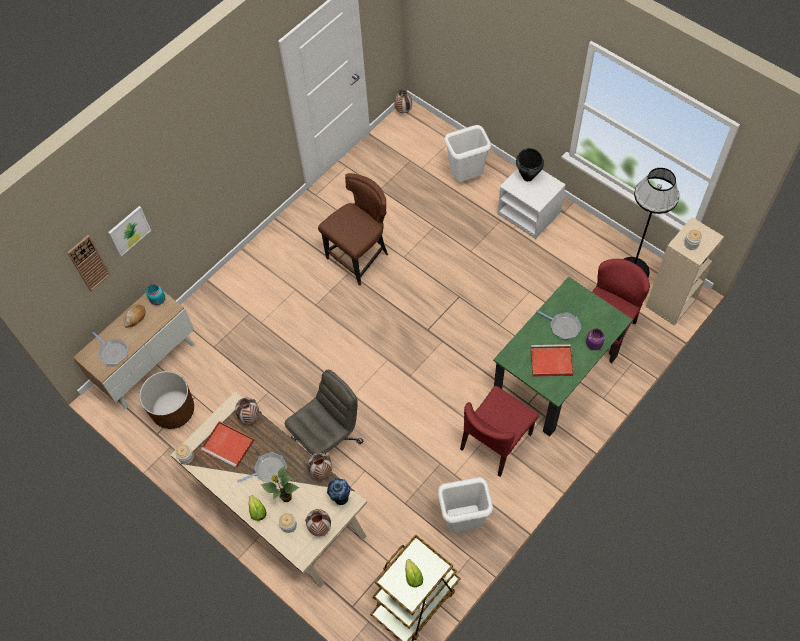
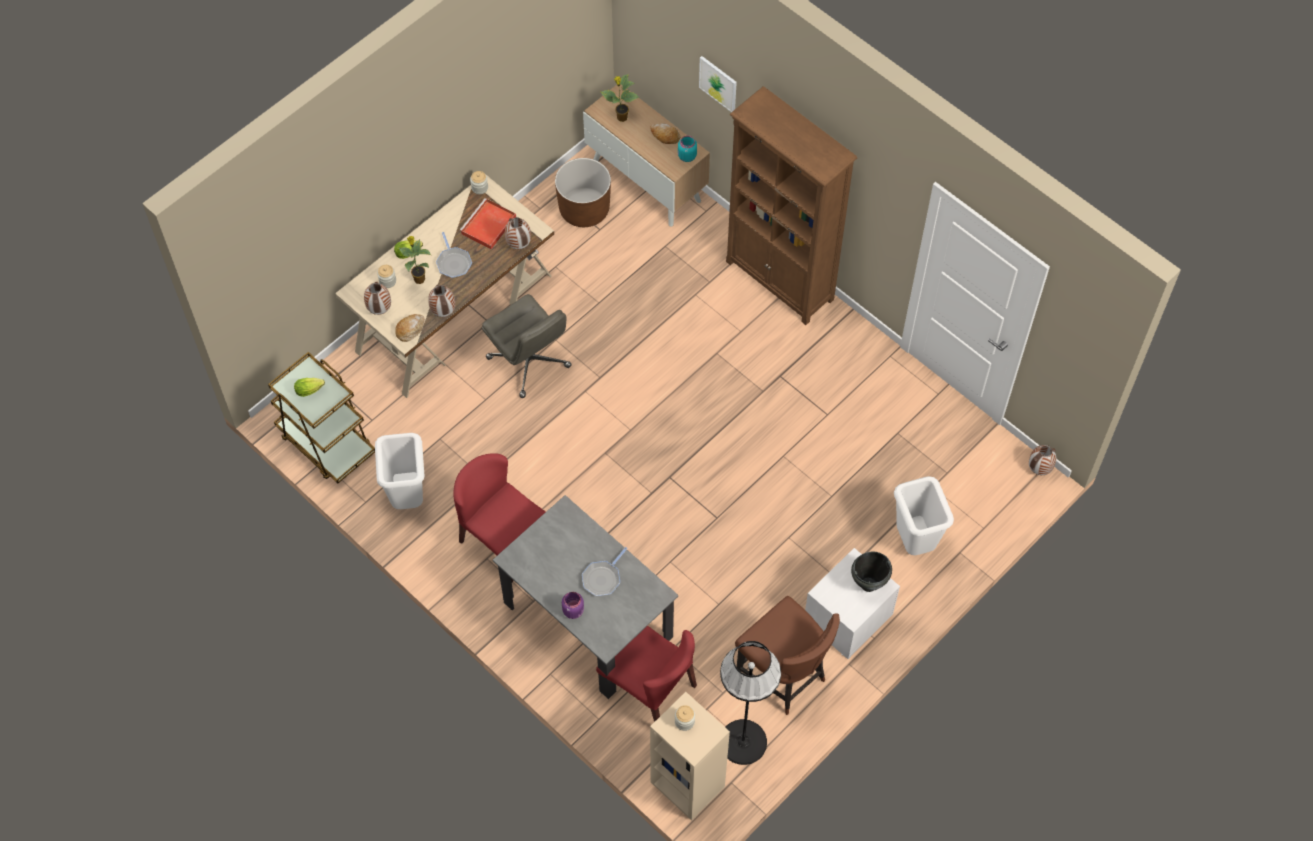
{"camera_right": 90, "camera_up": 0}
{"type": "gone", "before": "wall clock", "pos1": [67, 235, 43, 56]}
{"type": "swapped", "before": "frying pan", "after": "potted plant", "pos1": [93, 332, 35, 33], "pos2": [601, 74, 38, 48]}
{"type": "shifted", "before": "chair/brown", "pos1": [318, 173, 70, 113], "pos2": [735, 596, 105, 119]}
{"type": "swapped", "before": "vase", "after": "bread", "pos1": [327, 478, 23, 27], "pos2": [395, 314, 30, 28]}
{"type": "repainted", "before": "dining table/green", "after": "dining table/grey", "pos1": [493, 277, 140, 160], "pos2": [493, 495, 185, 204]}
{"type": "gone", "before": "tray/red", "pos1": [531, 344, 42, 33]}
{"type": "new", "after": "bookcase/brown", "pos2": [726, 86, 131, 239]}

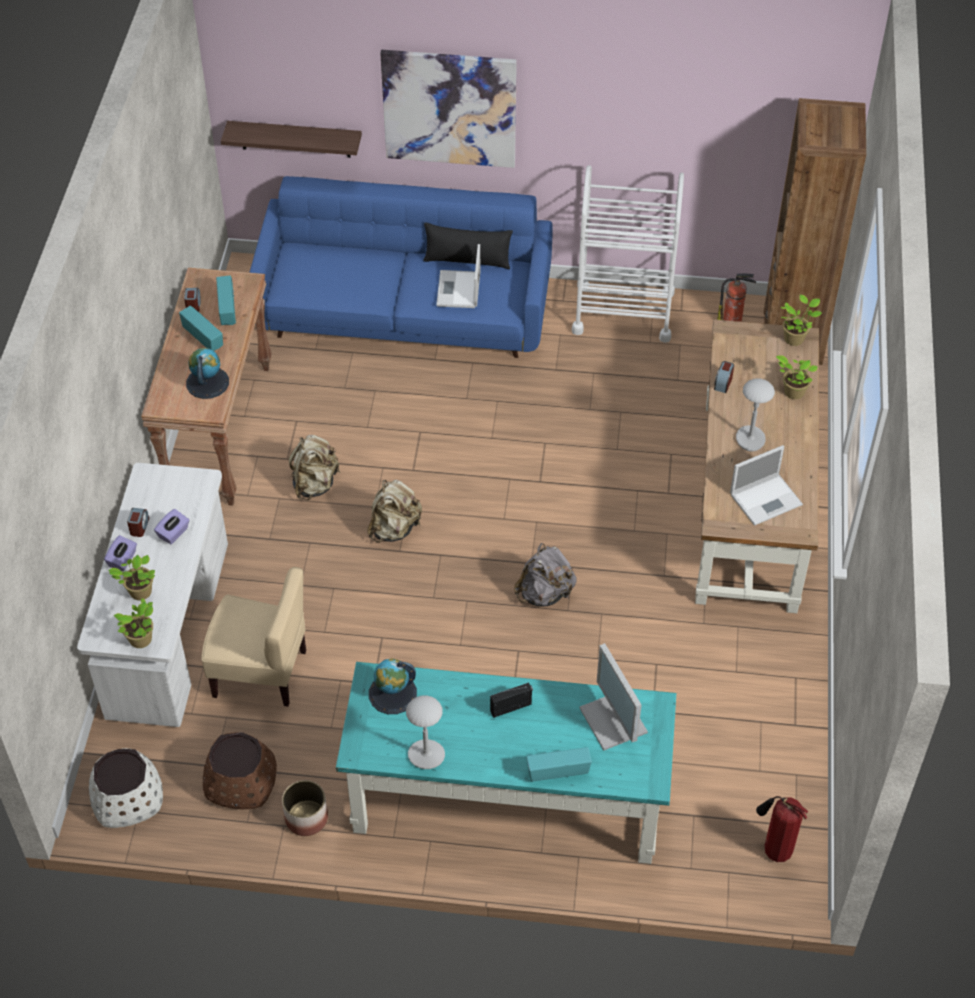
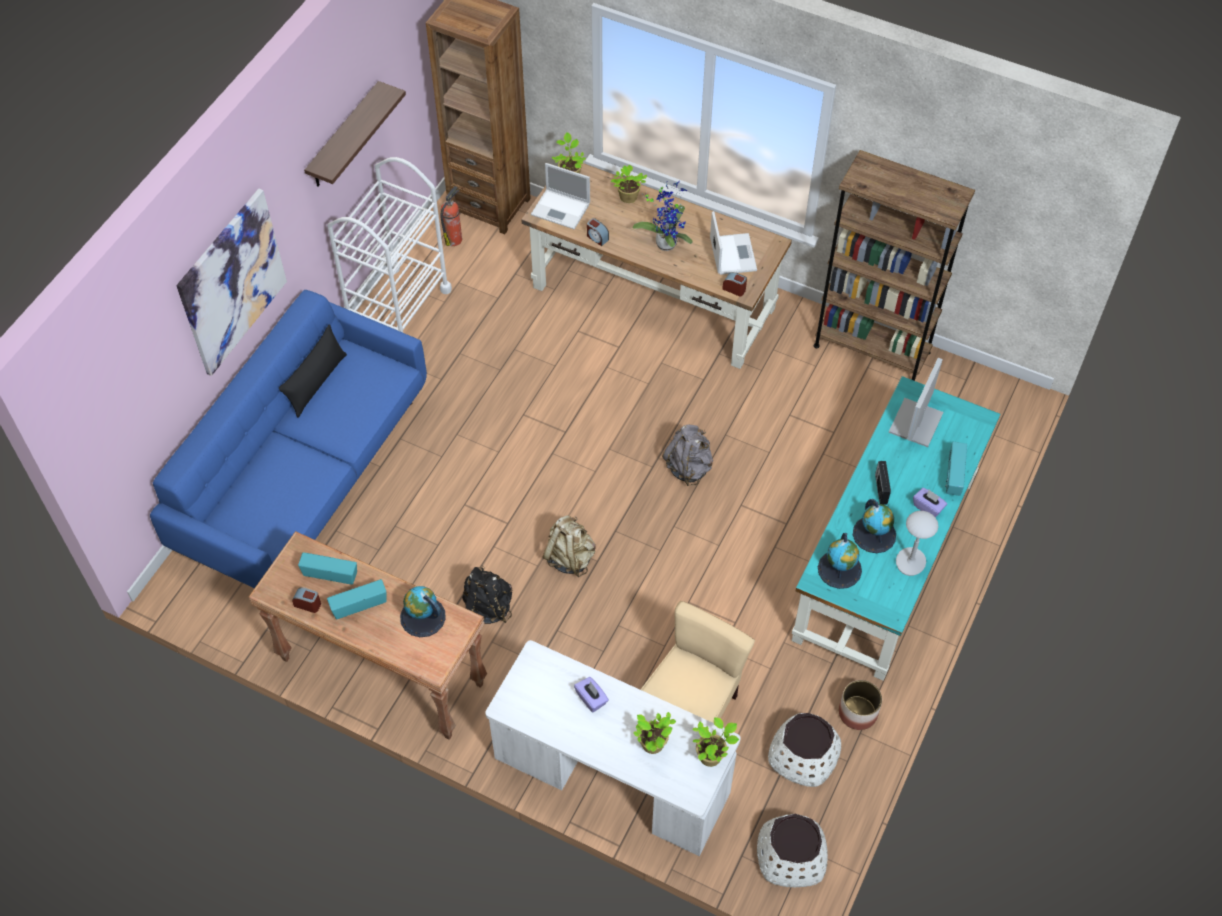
{"camera_right": -70, "camera_up": 5}
{"type": "shifted", "before": "tissue box/purple", "pos1": [104, 535, 33, 36], "pos2": [913, 488, 34, 30]}
{"type": "shifted", "before": "alarm clock", "pos1": [127, 508, 22, 29], "pos2": [722, 272, 25, 24]}
{"type": "repainted", "before": "planter/brown", "after": "planter/white", "pos1": [203, 732, 74, 77], "pos2": [768, 713, 73, 74]}
{"type": "shifted", "before": "shelf", "pos1": [221, 121, 141, 37], "pos2": [304, 81, 102, 106]}
{"type": "repainted", "before": "backpack/beige", "after": "backpack/black", "pos1": [289, 435, 51, 65], "pos2": [462, 565, 50, 59]}
{"type": "shifted", "before": "laptop", "pos1": [436, 244, 44, 64], "pos2": [531, 163, 59, 67]}
{"type": "rotated", "before": "monitor", "pos1": [579, 643, 69, 107], "pos2": [889, 358, 54, 89], "turn": 120}
{"type": "swapped", "before": "table lamp/grey", "after": "potted plant", "pos1": [736, 378, 39, 74], "pos2": [633, 181, 60, 70]}
{"type": "gone", "before": "fire extinguisher", "pos1": [756, 796, 53, 66]}
{"type": "new", "after": "bookcase/brown", "pos2": [814, 150, 161, 231]}
{"type": "new", "after": "globe", "pos2": [853, 499, 43, 54]}

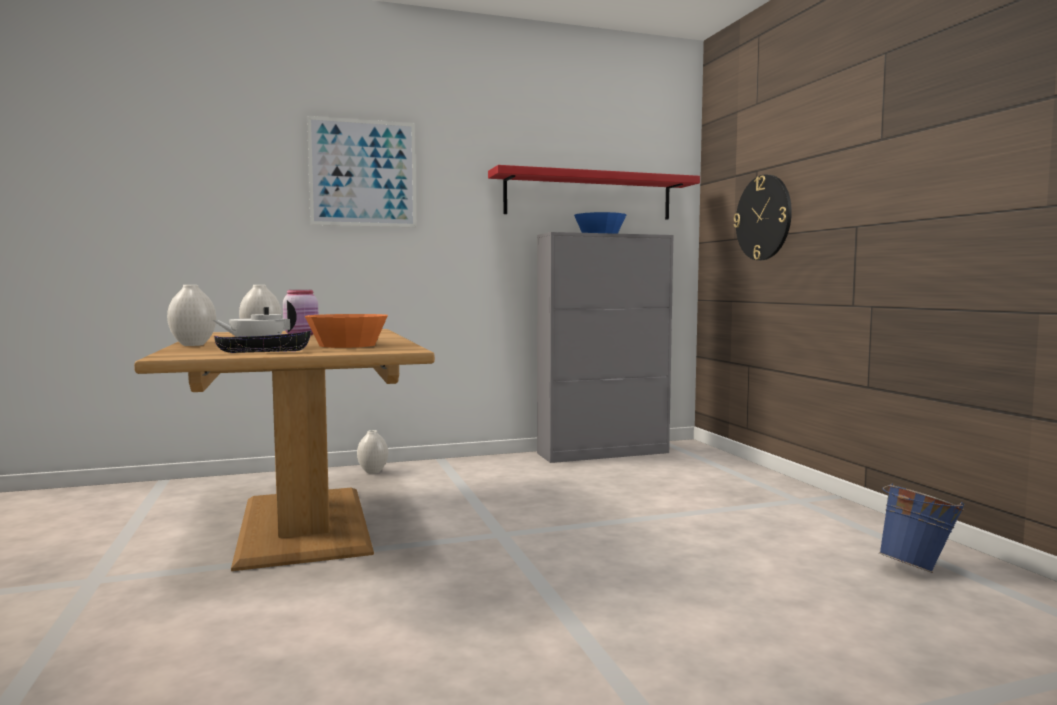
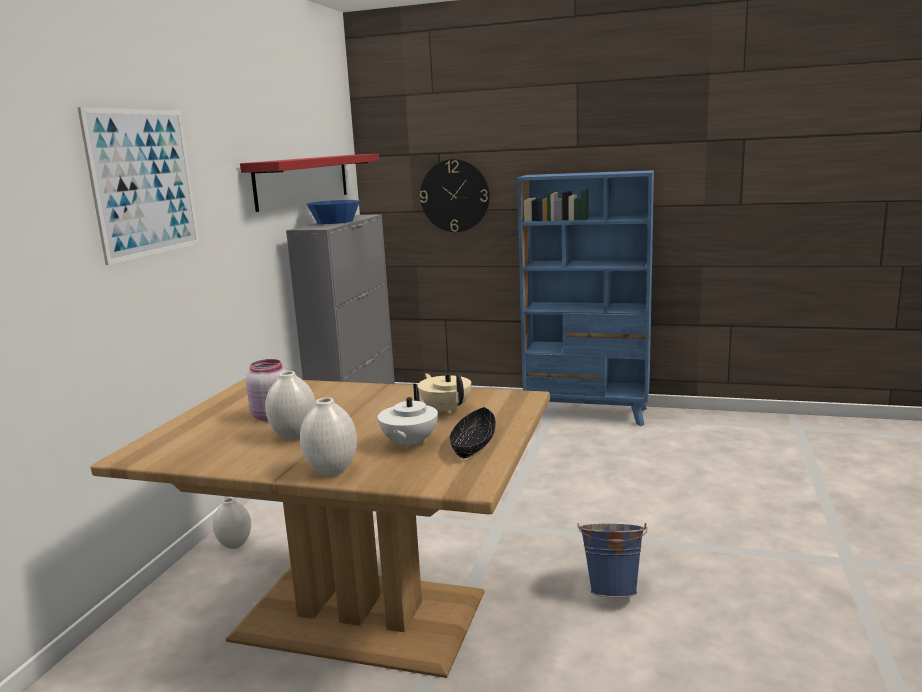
{"camera_right": -55, "camera_up": 10}
{"type": "swapped", "before": "bowl/orange", "after": "teapot/beige", "pos1": [305, 314, 83, 34], "pos2": [418, 372, 53, 42]}
{"type": "shifted", "before": "bucket/blue", "pos1": [879, 484, 85, 89], "pos2": [577, 523, 70, 75]}
{"type": "new", "after": "bookcase/blue", "pos2": [517, 170, 137, 256]}

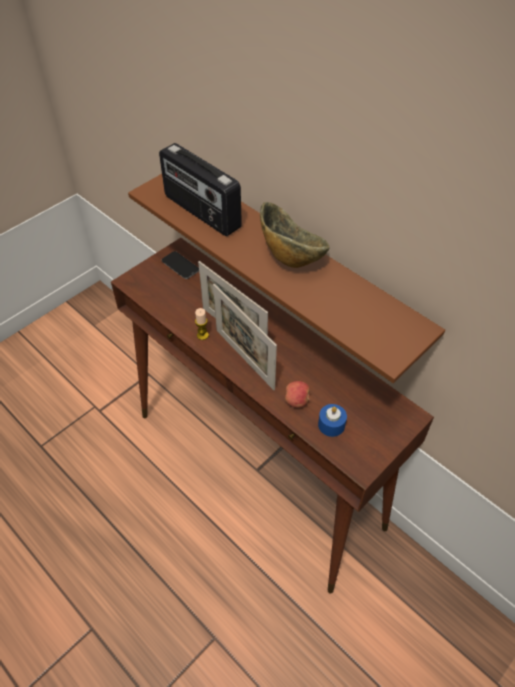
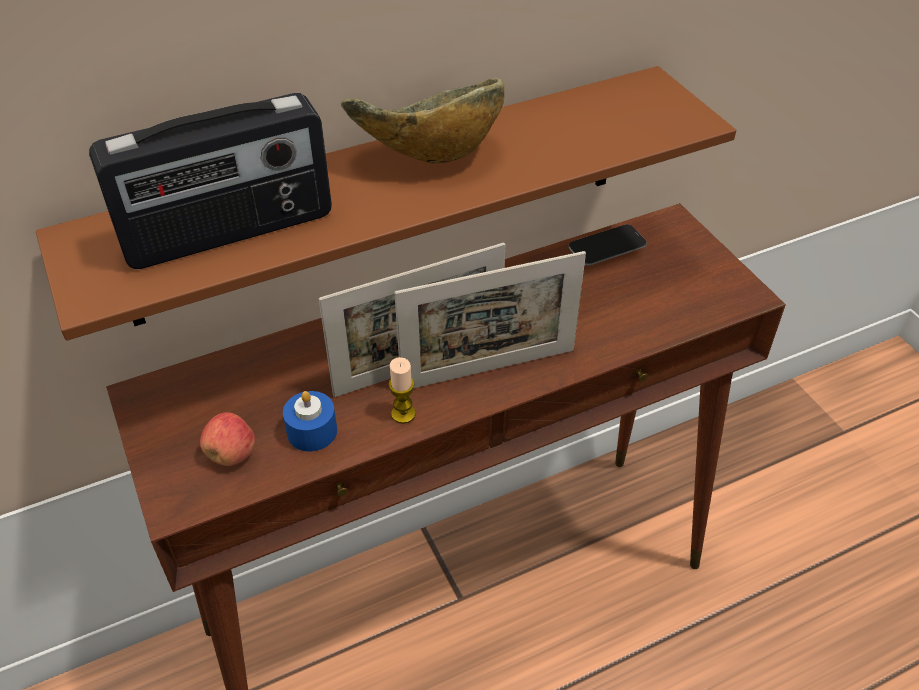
{"camera_right": -70, "camera_up": -5}
{"type": "shifted", "before": "phone", "pos1": [162, 251, 37, 28], "pos2": [568, 224, 79, 42]}
{"type": "shifted", "before": "apple", "pos1": [285, 381, 25, 27], "pos2": [200, 412, 55, 54]}
{"type": "shifted", "before": "candle/blue", "pos1": [318, 404, 29, 33], "pos2": [283, 391, 54, 60]}

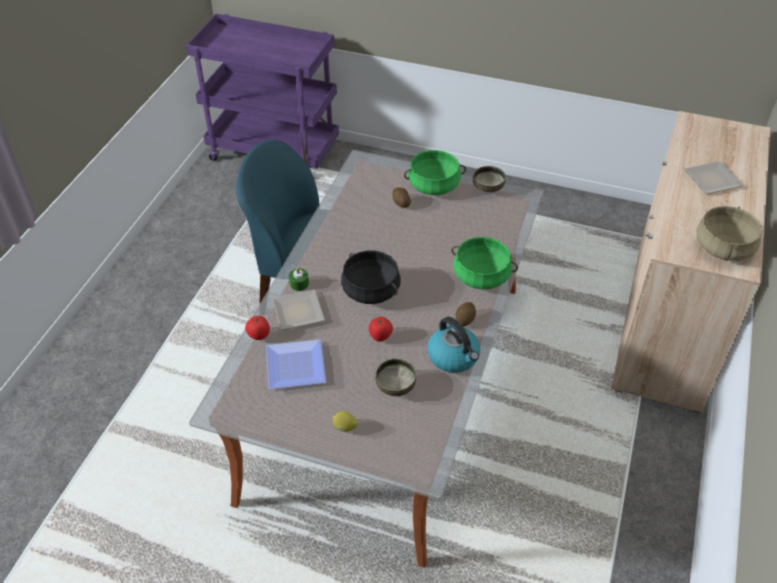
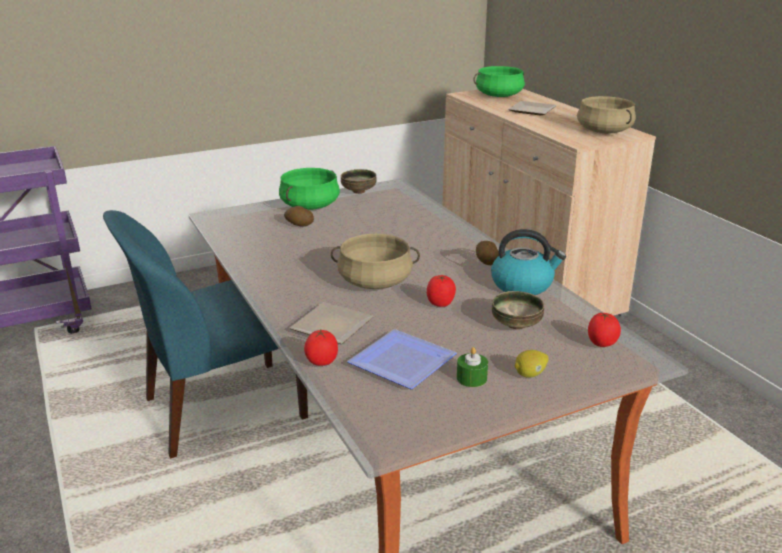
{"camera_right": -45, "camera_up": -20}
{"type": "shifted", "before": "candle/green", "pos1": [289, 268, 20, 23], "pos2": [457, 347, 31, 40]}
{"type": "repainted", "before": "cooking pot/black", "after": "cooking pot/beige", "pos1": [341, 250, 60, 54], "pos2": [331, 234, 89, 55]}
{"type": "shifted", "before": "cooking pot/green", "pos1": [451, 237, 67, 52], "pos2": [473, 66, 52, 31]}
{"type": "new", "after": "tomato", "pos2": [588, 312, 33, 35]}

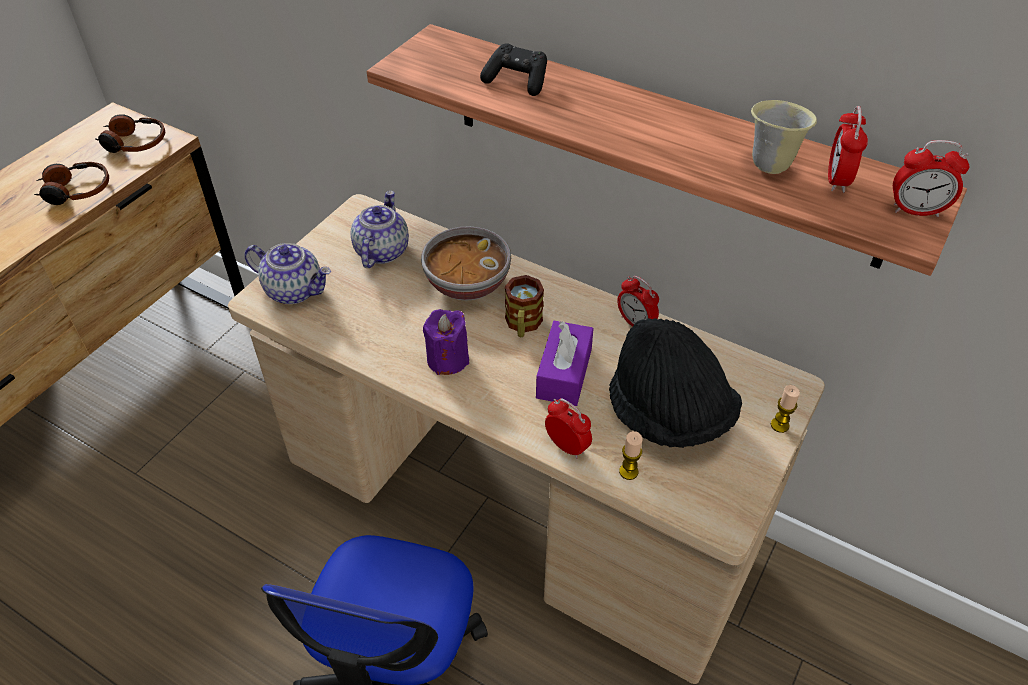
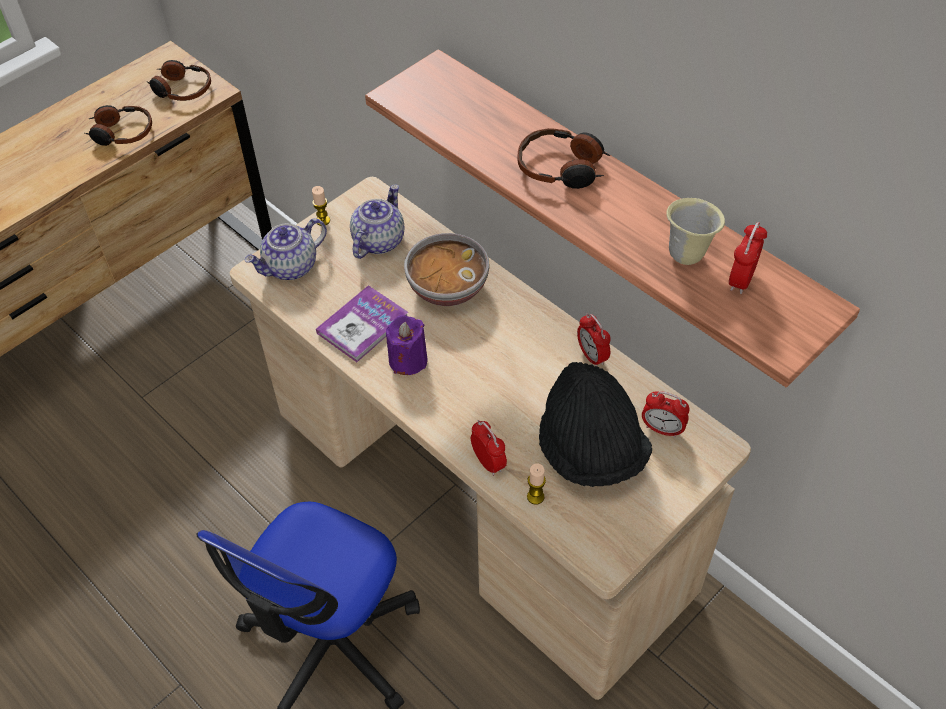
{"camera_right": 15, "camera_up": 5}
{"type": "rotated", "before": "teapot", "pos1": [244, 243, 87, 61], "pos2": [244, 218, 83, 62], "turn": 105}
{"type": "gone", "before": "game controller/black", "pos1": [480, 43, 67, 53]}
{"type": "gone", "before": "mug", "pos1": [505, 275, 39, 62]}
{"type": "gone", "before": "tissue box/purple", "pos1": [536, 321, 58, 85]}
{"type": "shifted", "before": "candle", "pos1": [771, 385, 29, 48], "pos2": [312, 186, 18, 40]}
{"type": "shifted", "before": "alarm clock", "pos1": [893, 140, 76, 77], "pos2": [642, 391, 48, 47]}
{"type": "new", "after": "book", "pos2": [316, 285, 92, 77]}
{"type": "new", "after": "headphones", "pos2": [517, 128, 94, 61]}

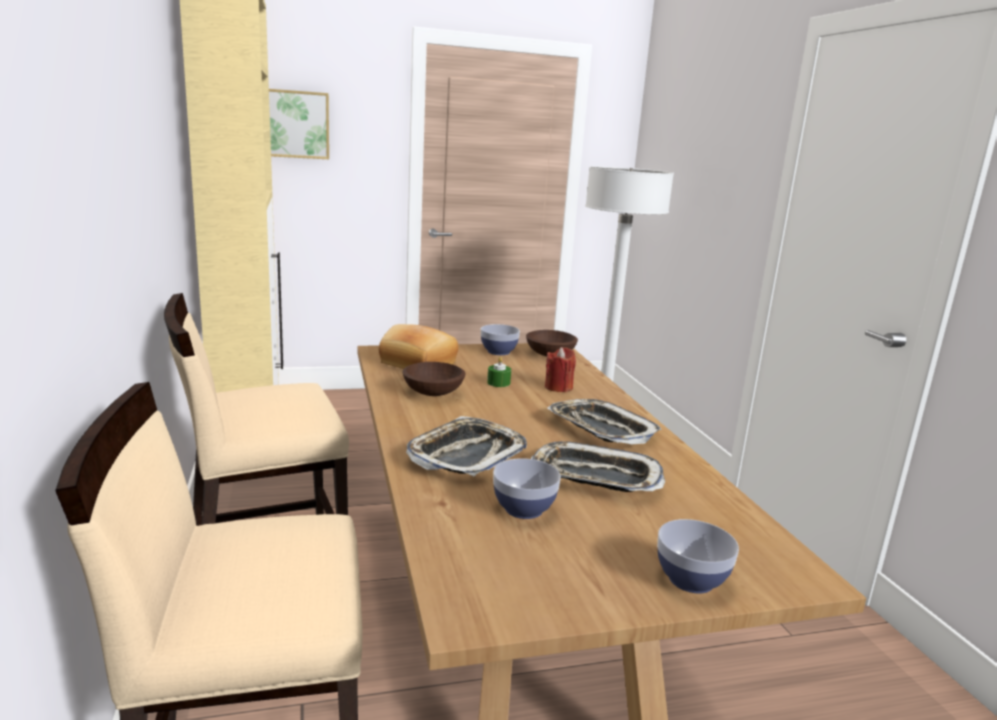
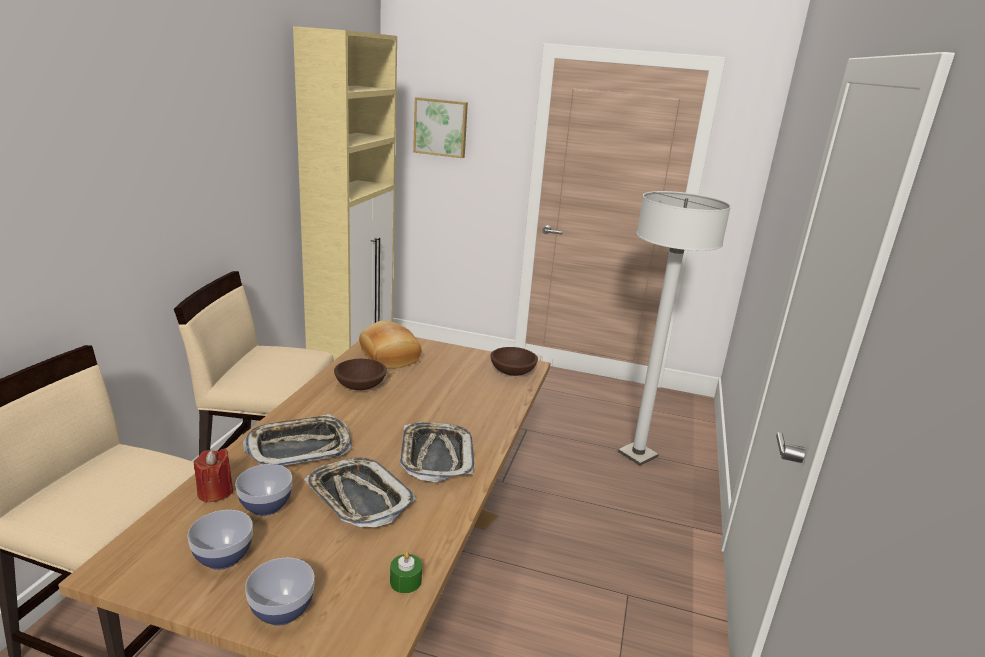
{"camera_right": 30, "camera_up": 5}
{"type": "shifted", "before": "bowl", "pos1": [481, 324, 39, 31], "pos2": [187, 510, 66, 60]}
{"type": "shifted", "before": "candle/green", "pos1": [487, 356, 24, 31], "pos2": [390, 551, 32, 42]}
{"type": "shifted", "before": "candle/red", "pos1": [545, 347, 31, 45], "pos2": [194, 449, 39, 54]}

